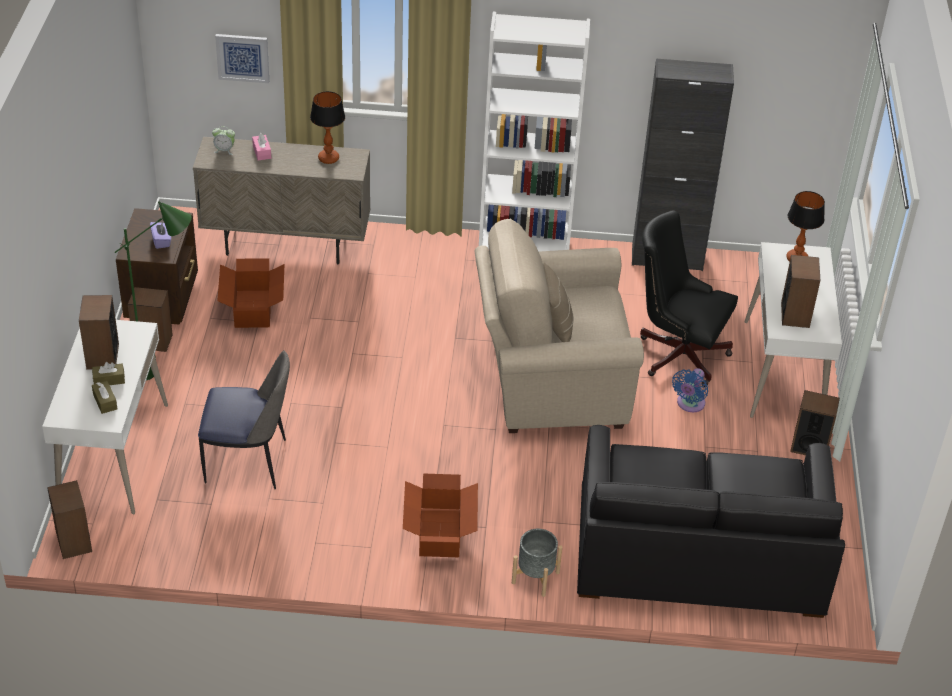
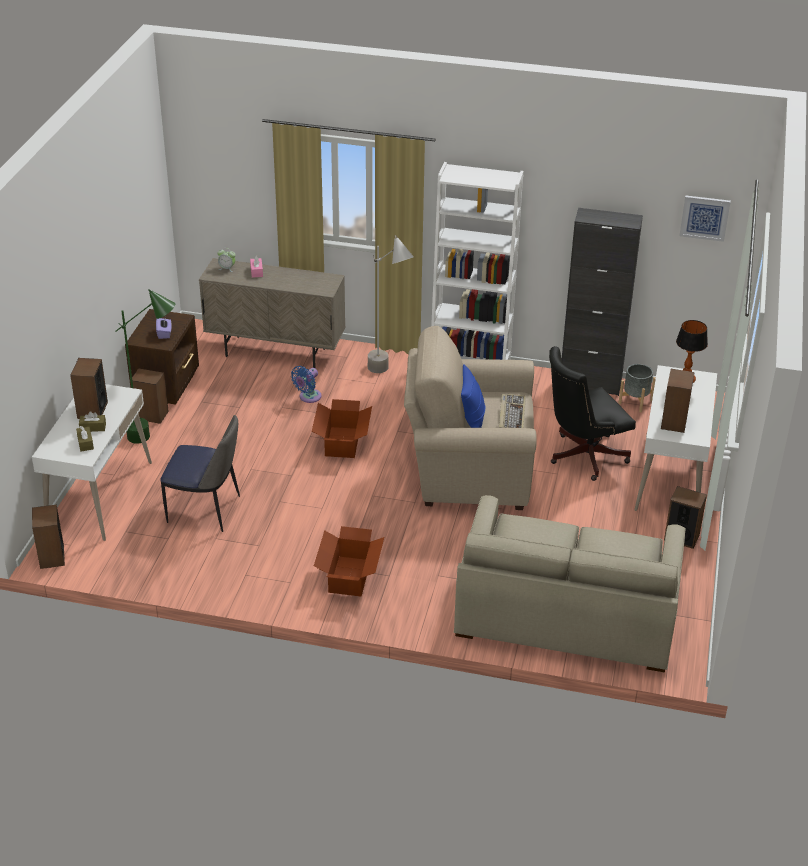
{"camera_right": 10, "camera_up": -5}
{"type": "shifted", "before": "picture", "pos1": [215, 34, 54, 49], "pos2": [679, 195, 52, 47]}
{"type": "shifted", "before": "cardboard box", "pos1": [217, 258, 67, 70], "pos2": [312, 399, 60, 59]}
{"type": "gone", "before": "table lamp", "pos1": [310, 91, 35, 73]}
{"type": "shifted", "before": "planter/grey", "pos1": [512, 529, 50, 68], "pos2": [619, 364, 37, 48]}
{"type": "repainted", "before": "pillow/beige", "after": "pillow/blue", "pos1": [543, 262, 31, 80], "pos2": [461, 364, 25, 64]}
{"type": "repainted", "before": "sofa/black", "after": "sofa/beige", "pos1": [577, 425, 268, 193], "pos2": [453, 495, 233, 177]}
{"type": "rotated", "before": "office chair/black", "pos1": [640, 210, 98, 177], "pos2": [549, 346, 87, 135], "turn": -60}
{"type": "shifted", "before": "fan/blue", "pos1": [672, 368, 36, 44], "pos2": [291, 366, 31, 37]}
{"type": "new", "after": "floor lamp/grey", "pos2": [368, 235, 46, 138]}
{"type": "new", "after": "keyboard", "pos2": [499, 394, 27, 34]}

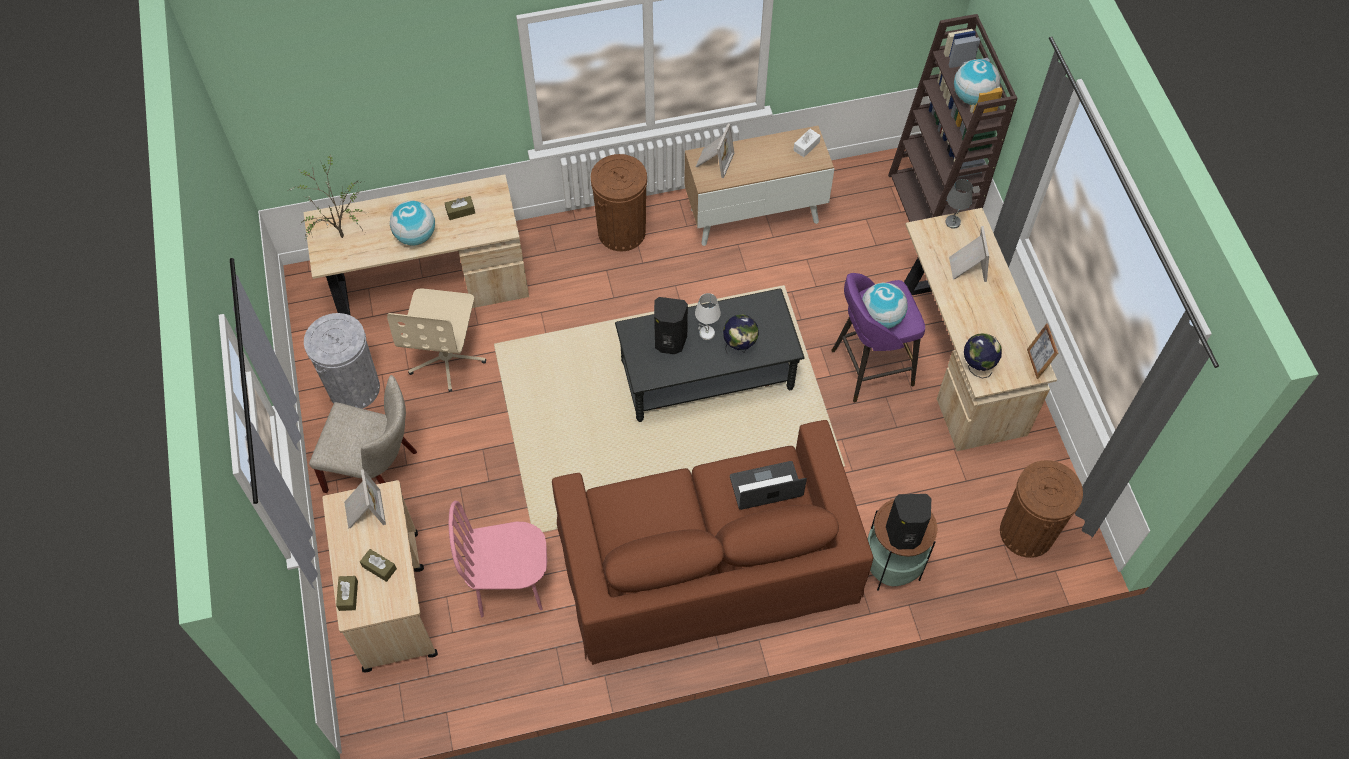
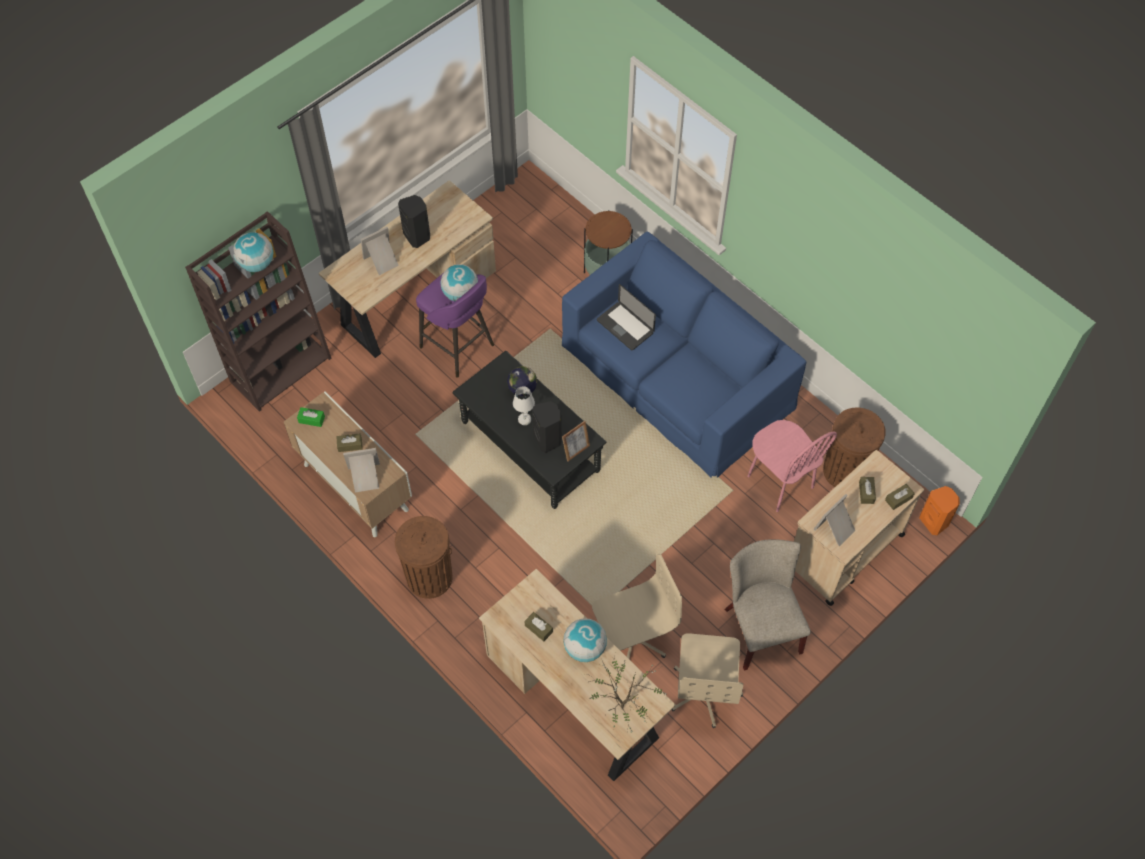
{"camera_right": -120, "camera_up": 0}
{"type": "swapped", "before": "trash can/grey", "after": "office chair/beige", "pos1": [304, 313, 76, 96], "pos2": [672, 633, 71, 95]}
{"type": "repainted", "before": "sofa/brown", "after": "sofa/blue", "pos1": [552, 420, 321, 245], "pos2": [562, 231, 244, 247]}
{"type": "repainted", "before": "tissue box/white", "after": "tissue box/green", "pos1": [793, 129, 28, 28], "pos2": [297, 407, 28, 20]}
{"type": "shifted", "before": "speaker/black", "pos1": [886, 494, 46, 55], "pos2": [398, 195, 32, 53]}
{"type": "gone", "before": "table lamp/grey", "pos1": [945, 179, 27, 50]}
{"type": "gone", "before": "globe", "pos1": [964, 333, 38, 45]}
{"type": "shifted", "before": "trash can/brown", "pos1": [1000, 460, 83, 98], "pos2": [823, 407, 63, 80]}
{"type": "shifted", "before": "picture frame", "pos1": [1027, 323, 31, 56], "pos2": [562, 421, 28, 41]}
{"type": "new", "after": "tissue box/brown", "pos2": [336, 434, 27, 18]}
{"type": "new", "after": "speaker/orange", "pos2": [919, 486, 41, 49]}

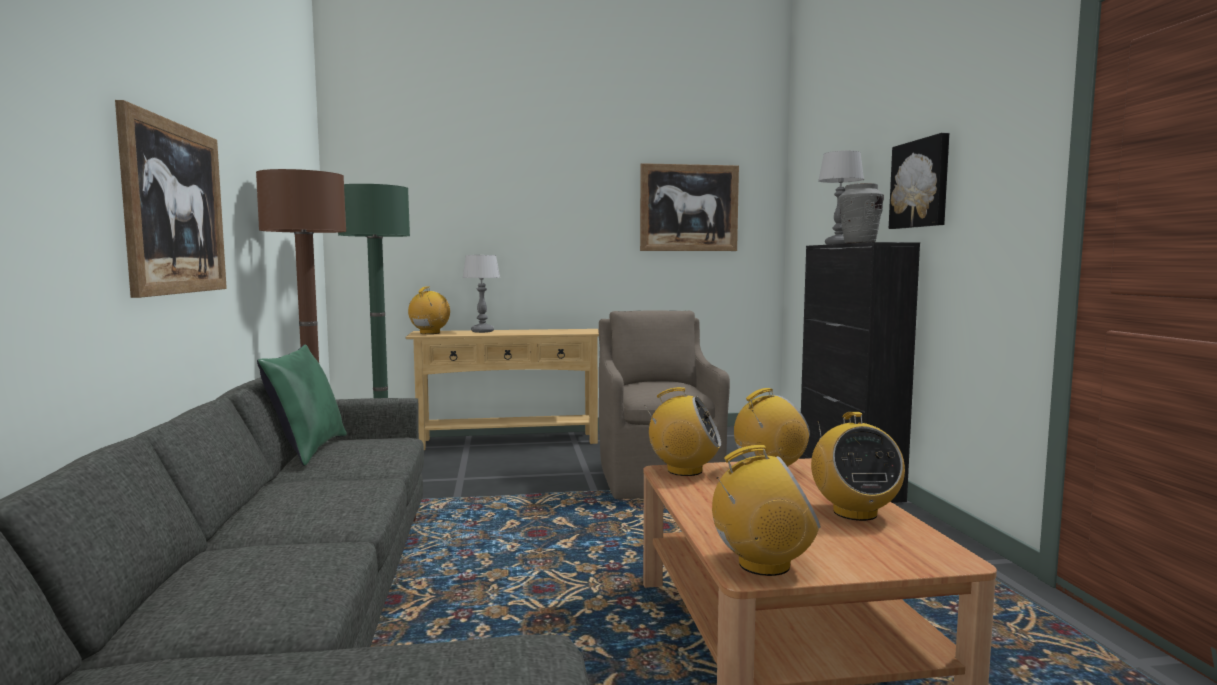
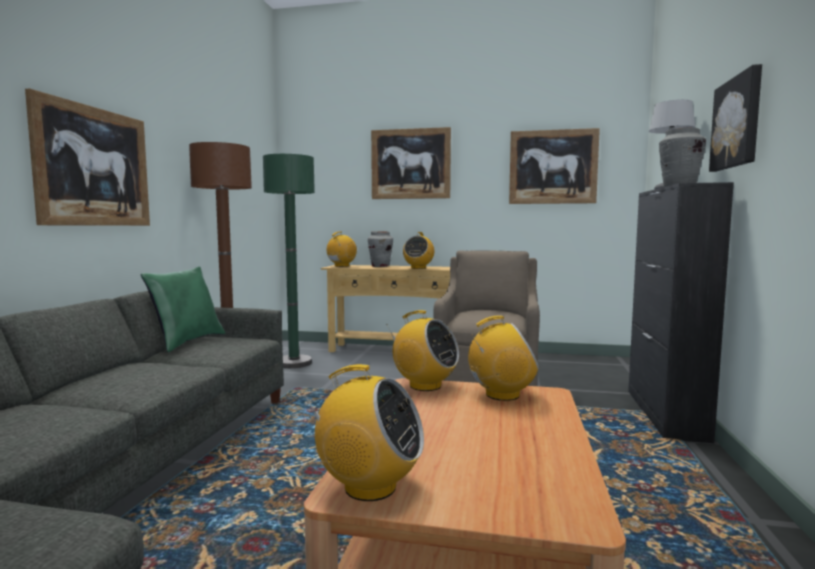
{"camera_right": 20, "camera_up": 0}
{"type": "swapped", "before": "table lamp", "after": "vase/grey", "pos1": [462, 255, 38, 78], "pos2": [368, 232, 25, 35]}
{"type": "shifted", "before": "radio", "pos1": [811, 412, 94, 109], "pos2": [403, 232, 31, 37]}
{"type": "new", "after": "picture", "pos2": [371, 127, 80, 72]}

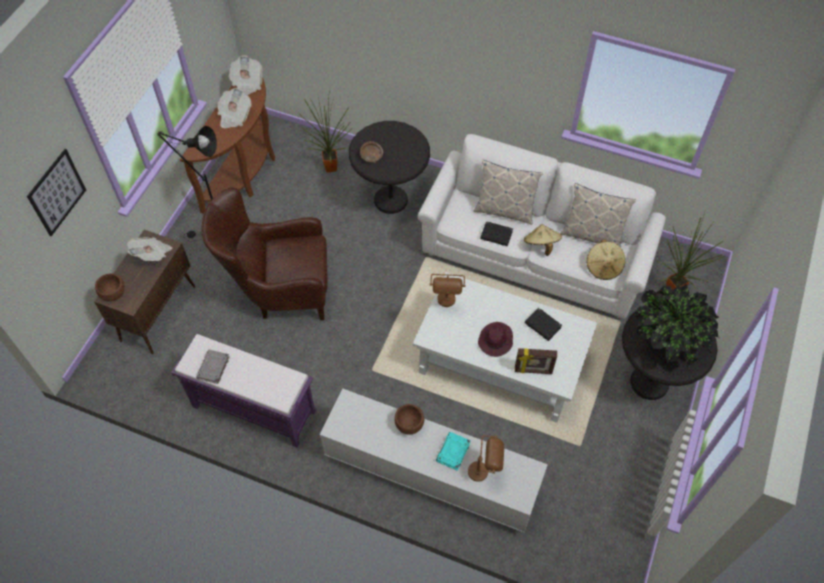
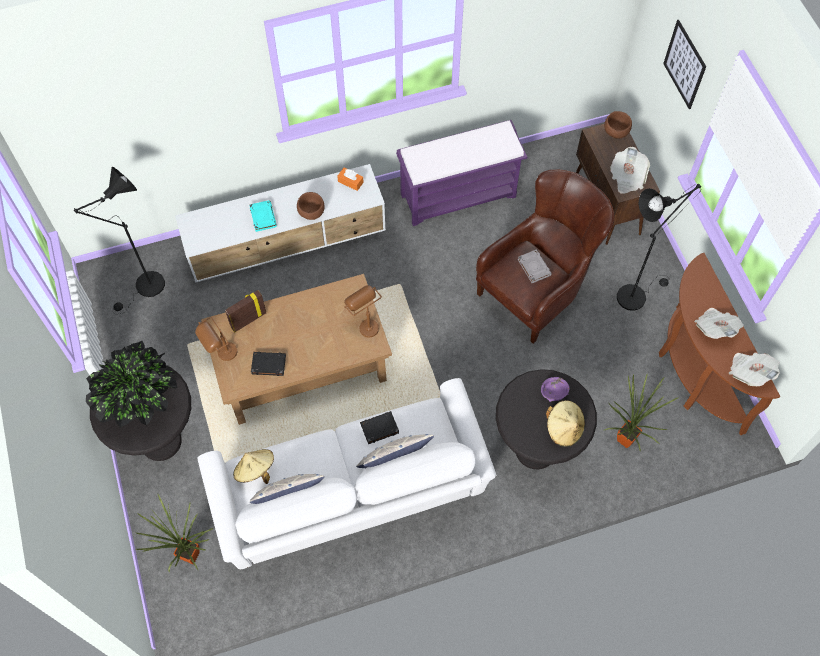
{"camera_right": 140, "camera_up": 5}
{"type": "shifted", "before": "book/grey", "pos1": [196, 350, 34, 34], "pos2": [518, 249, 34, 34]}
{"type": "repainted", "before": "bowl/brown", "after": "bowl/purple", "pos1": [360, 141, 23, 22], "pos2": [541, 377, 28, 25]}
{"type": "repainted", "before": "coffee table/white", "after": "coffee table/brown", "pos1": [413, 272, 184, 151], "pos2": [201, 274, 191, 151]}
{"type": "shifted", "before": "table lamp/brown", "pos1": [468, 435, 36, 47], "pos2": [195, 317, 42, 44]}
{"type": "gone", "before": "hat/purple", "pos1": [478, 322, 35, 35]}
{"type": "shifted", "before": "hat/beige", "pos1": [524, 224, 38, 32], "pos2": [546, 400, 39, 47]}
{"type": "new", "after": "floor lamp/black", "pos2": [74, 167, 91, 148]}
{"type": "new", "after": "tissue box/orange", "pos2": [337, 168, 27, 23]}

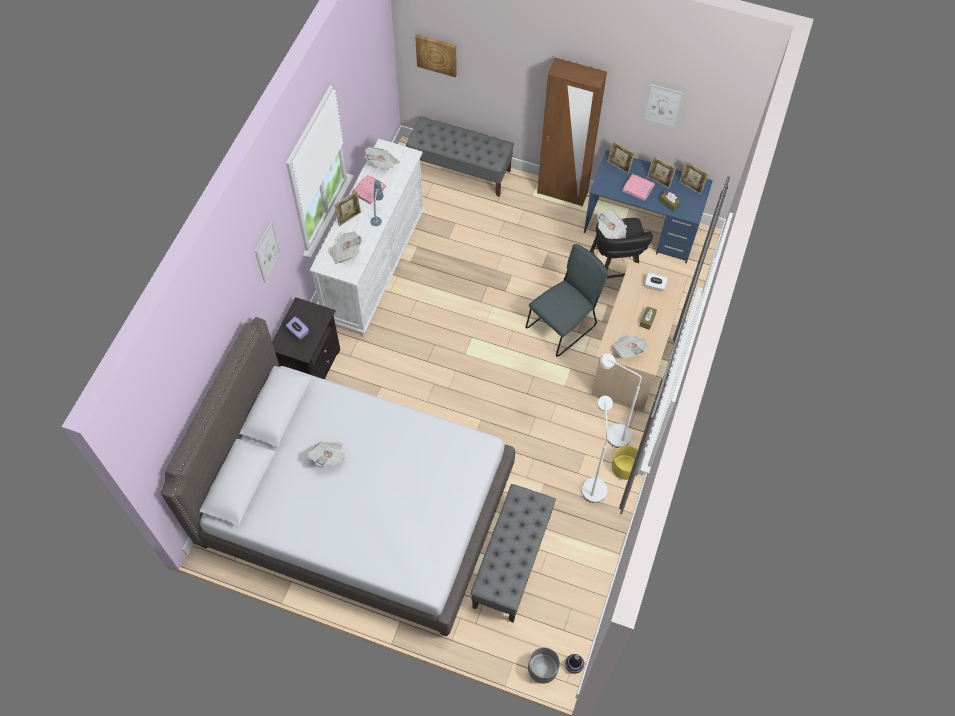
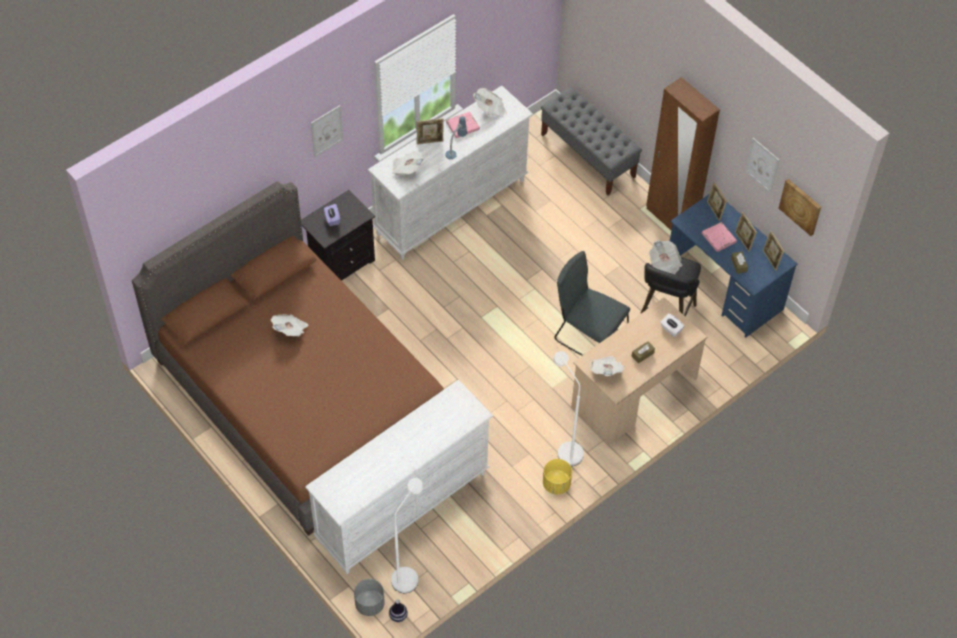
{"camera_right": 30, "camera_up": -5}
{"type": "repainted", "before": "bed/grey", "after": "bed/brown", "pos1": [160, 317, 355, 319], "pos2": [132, 181, 312, 355]}
{"type": "shifted", "before": "picture", "pos1": [415, 35, 42, 42], "pos2": [779, 179, 42, 57]}
{"type": "swapped", "before": "bench/grey", "after": "dresser/white", "pos1": [470, 484, 86, 139], "pos2": [305, 379, 188, 195]}
{"type": "rotated", "before": "chair/grey", "pos1": [525, 244, 83, 113], "pos2": [555, 251, 75, 105], "turn": -135}
{"type": "shifted", "before": "floor lamp/white", "pos1": [581, 396, 32, 107], "pos2": [391, 478, 33, 115]}

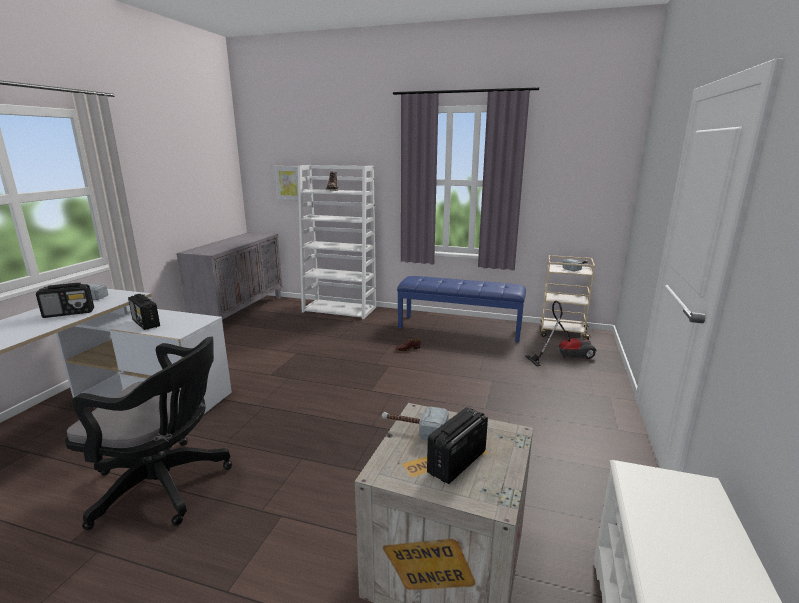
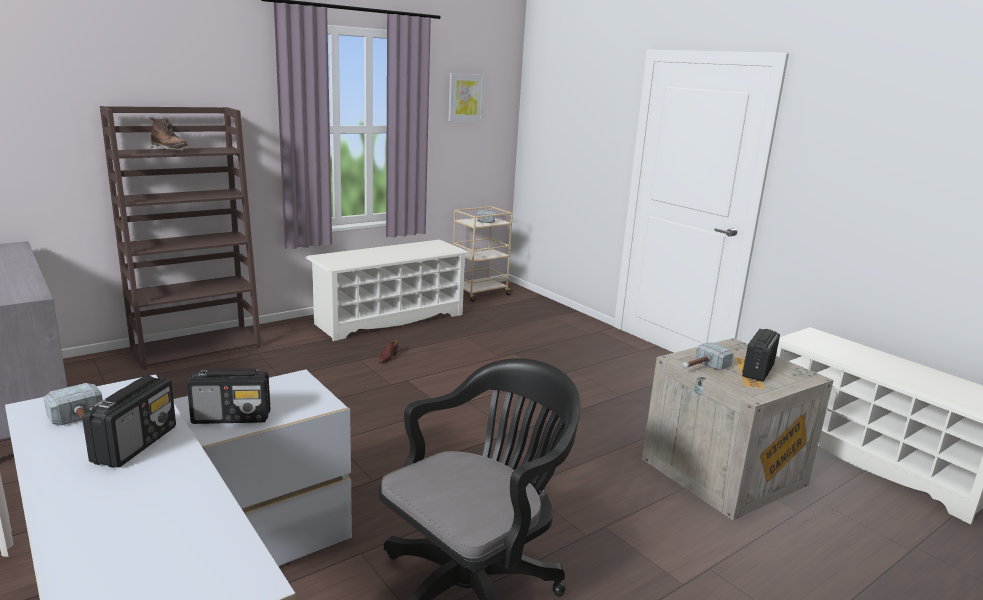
{"camera_right": -55, "camera_up": 0}
{"type": "shifted", "before": "picture", "pos1": [274, 166, 25, 35], "pos2": [448, 73, 36, 48]}
{"type": "repainted", "before": "bookcase/white", "after": "bookcase/brown", "pos1": [298, 165, 78, 154], "pos2": [100, 106, 161, 264]}
{"type": "swapped", "before": "bench/blue", "after": "shoe rack/white", "pos1": [397, 276, 129, 66], "pos2": [306, 240, 162, 101]}
{"type": "rotated", "before": "radio", "pos1": [427, 407, 61, 77], "pos2": [742, 329, 38, 53], "turn": 45}
{"type": "gone", "before": "vacuum cleaner", "pos1": [525, 301, 72, 65]}

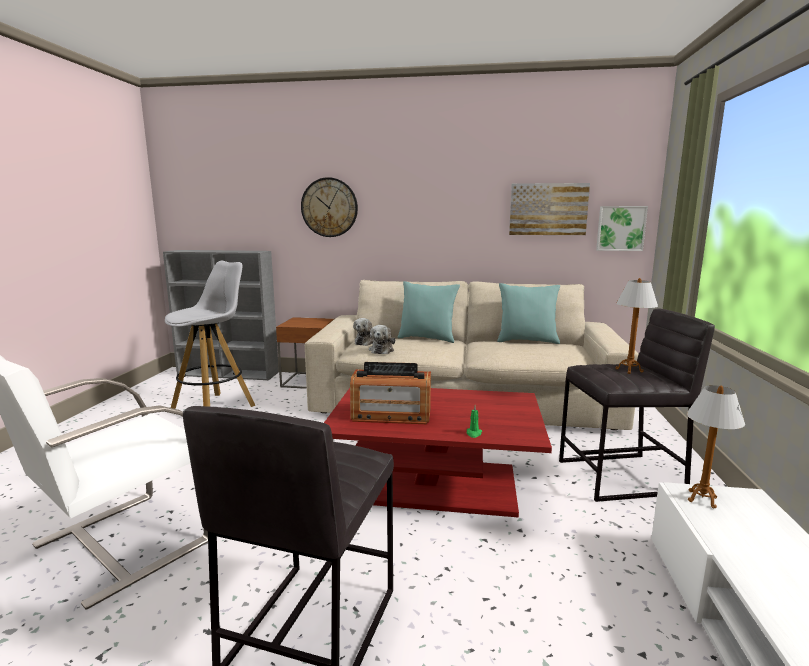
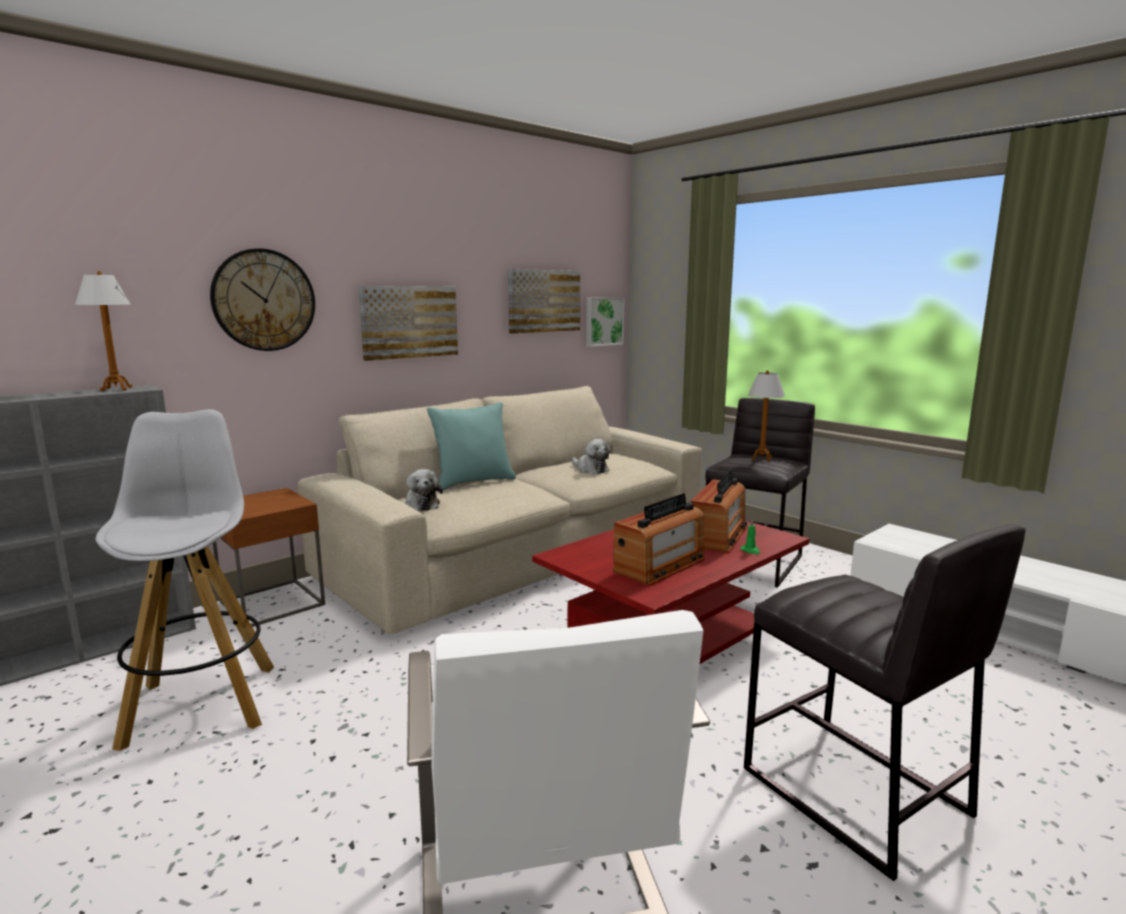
{"camera_right": -50, "camera_up": 0}
{"type": "shifted", "before": "plush toy", "pos1": [369, 325, 26, 29], "pos2": [572, 439, 39, 35]}
{"type": "gone", "before": "pillow/turquoise", "pos1": [497, 283, 63, 61]}
{"type": "shifted", "before": "table lamp", "pos1": [687, 385, 58, 123], "pos2": [75, 271, 57, 120]}
{"type": "new", "after": "picture", "pos2": [358, 286, 100, 75]}
{"type": "new", "after": "radio", "pos2": [691, 470, 56, 83]}

